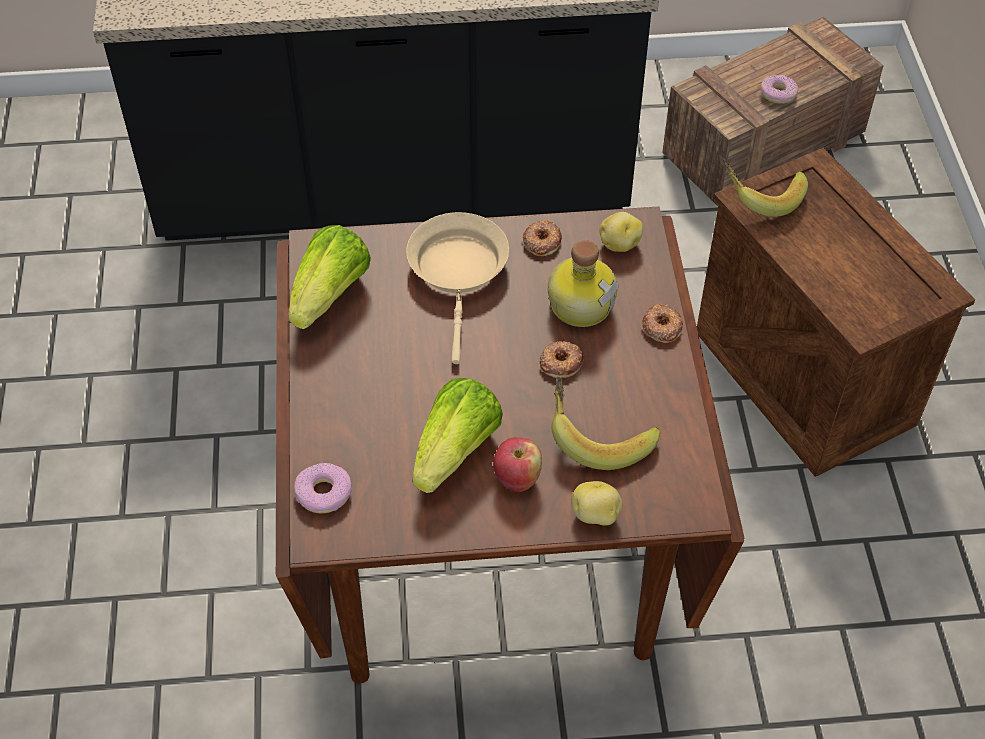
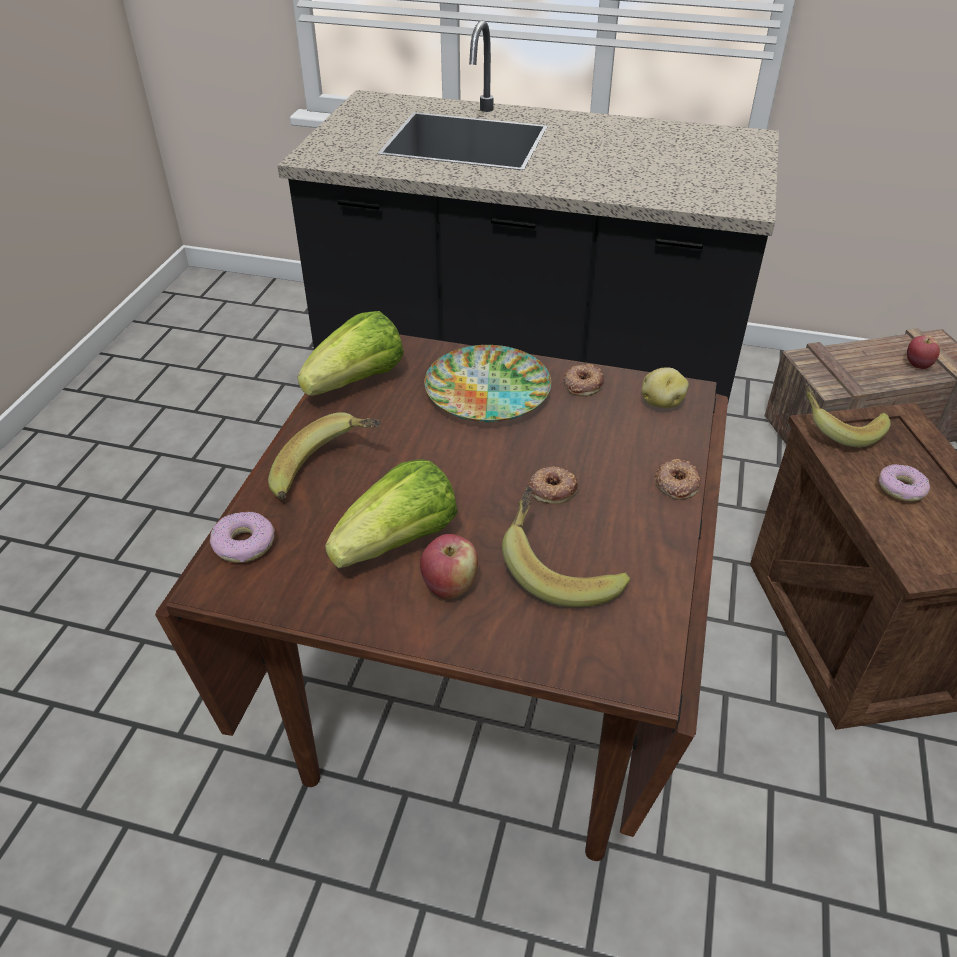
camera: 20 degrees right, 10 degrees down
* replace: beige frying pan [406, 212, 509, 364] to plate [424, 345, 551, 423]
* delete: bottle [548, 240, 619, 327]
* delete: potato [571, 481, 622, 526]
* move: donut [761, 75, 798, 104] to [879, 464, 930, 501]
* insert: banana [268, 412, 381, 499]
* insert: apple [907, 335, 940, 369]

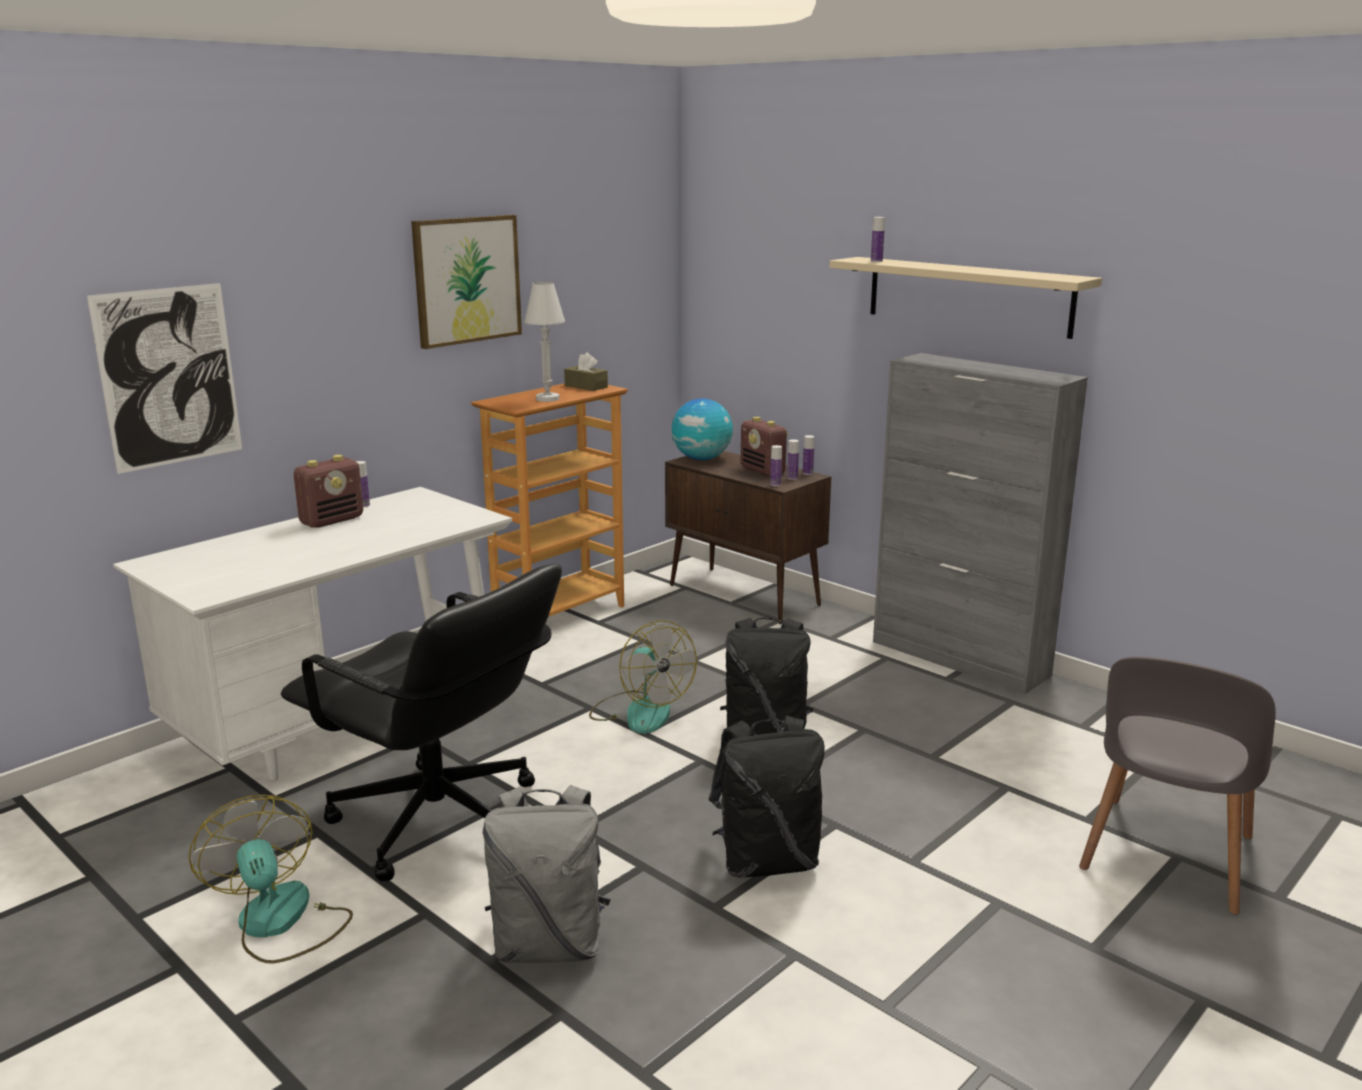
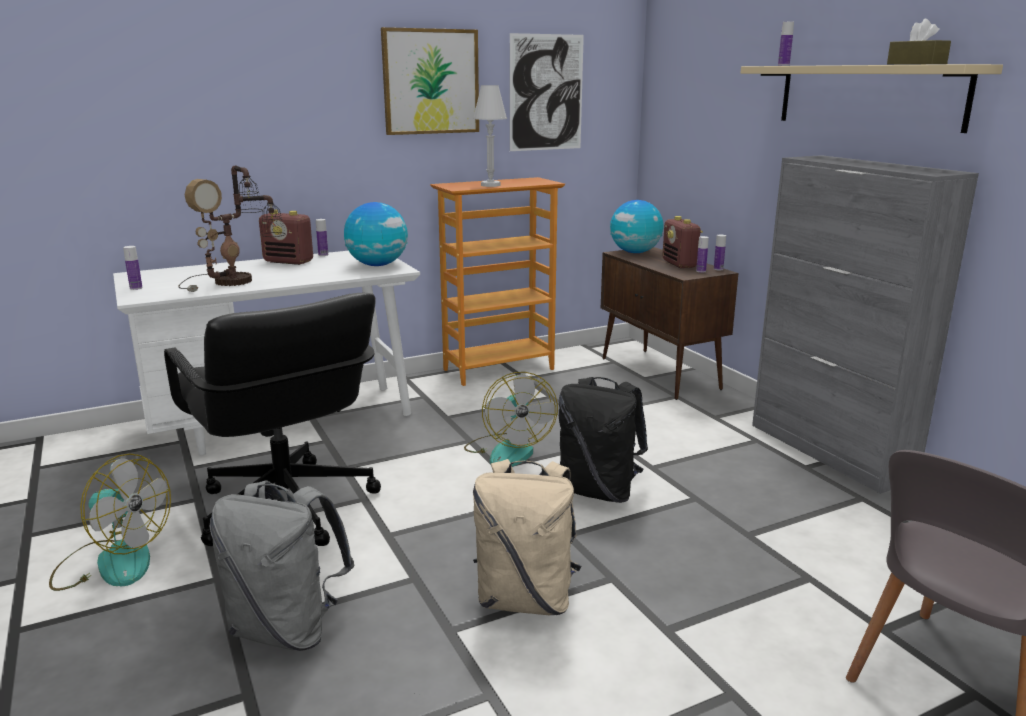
camera: 20 degrees right, 0 degrees up
* move: picture [87, 283, 242, 474] to [510, 33, 584, 151]
* rotate: fan [188, 795, 353, 964] = [49, 454, 171, 591] 120 degrees clockwise
* rotate: radio [293, 455, 363, 528] = [259, 210, 313, 265] 45 degrees clockwise
* move: brown tissue box [564, 352, 608, 391] to [887, 19, 951, 65]
* recolor: black backpack [709, 715, 825, 878] to beige backpack [473, 459, 581, 615]
* move: bottle [770, 445, 782, 486] to [123, 246, 143, 290]
* insert: table lamp [179, 165, 285, 292]
* insert: globe [344, 202, 408, 266]

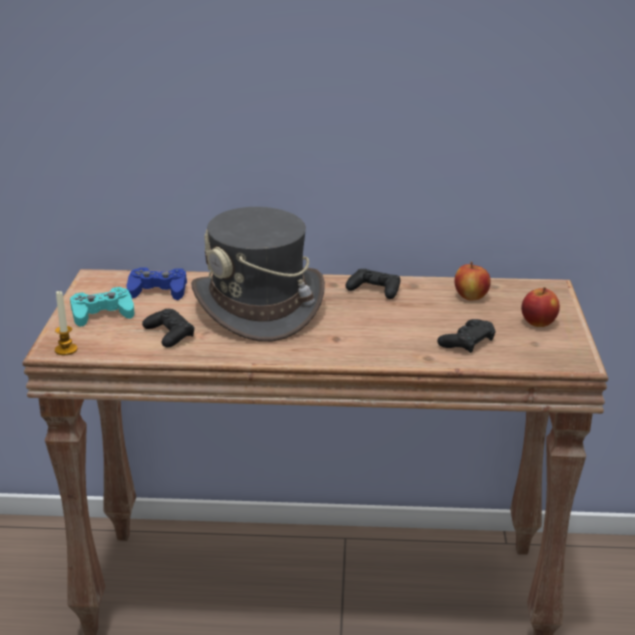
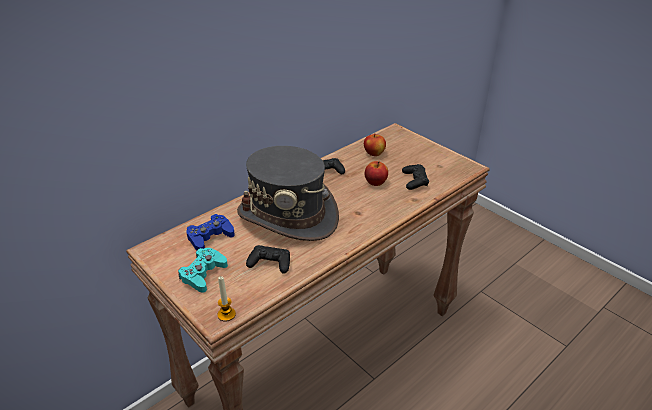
camera: 45 degrees left, 10 degrees up
* move: apple [521, 287, 560, 327] to [365, 161, 388, 186]

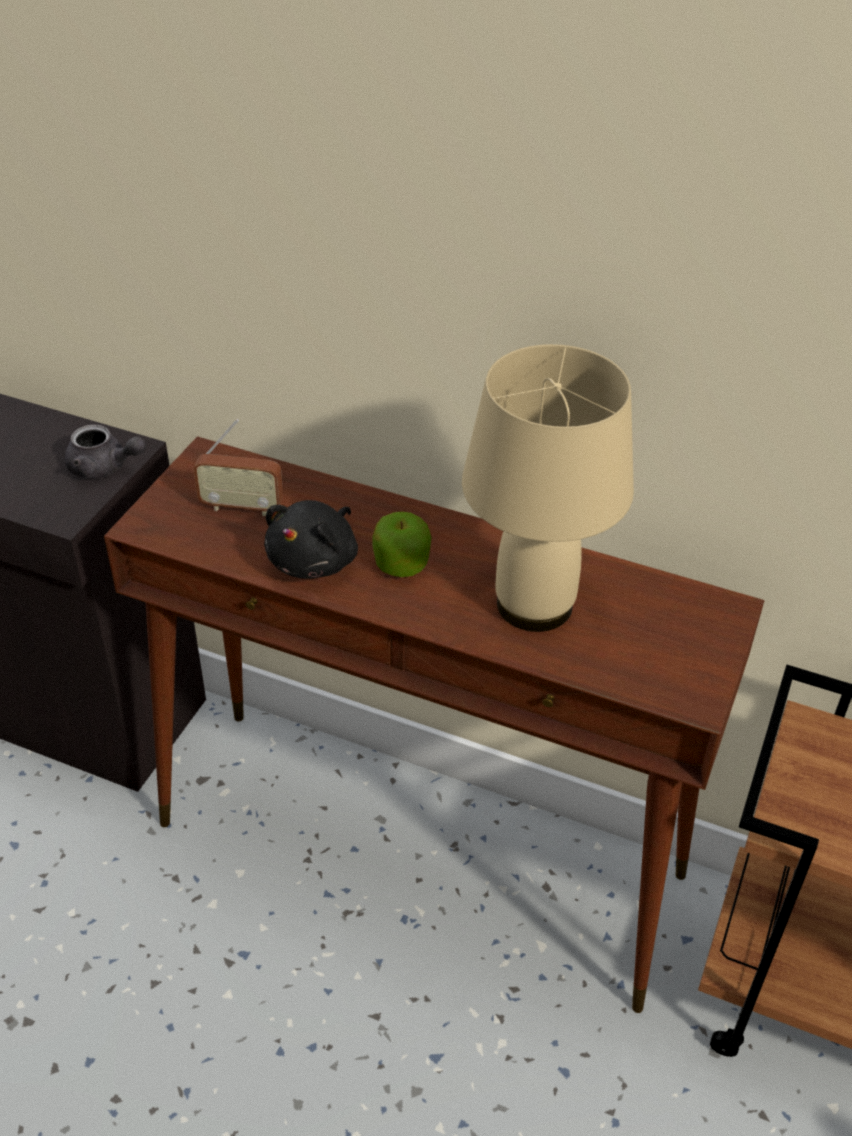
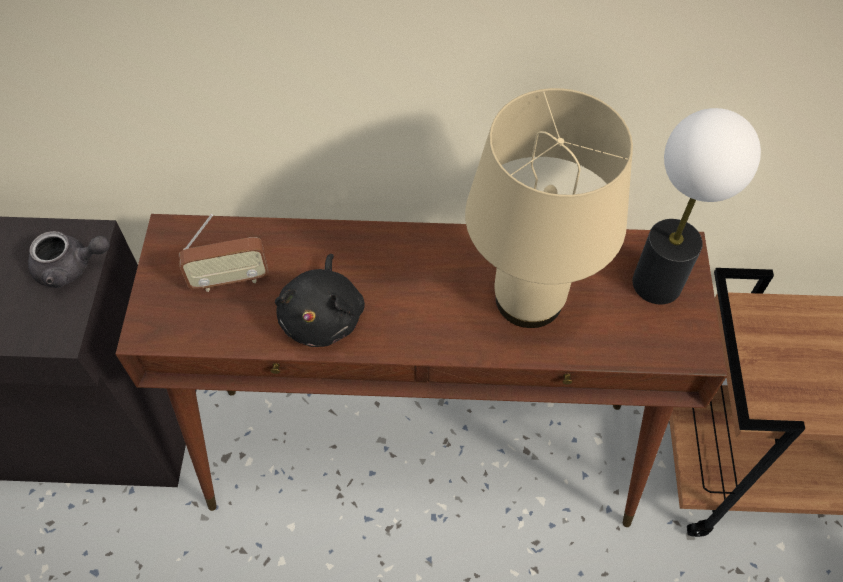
camera: 20 degrees left, 15 degrees up
* delete: apple [372, 512, 432, 577]
* insert: table lamp [632, 108, 761, 304]

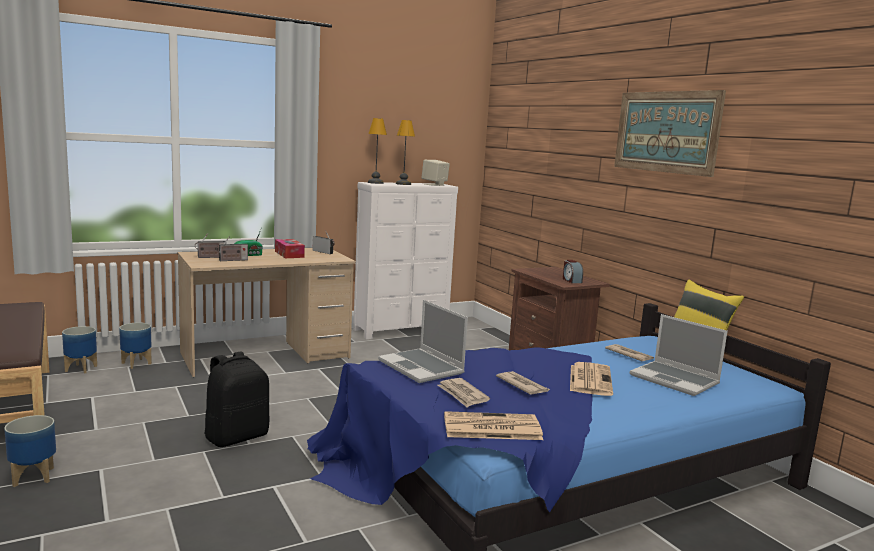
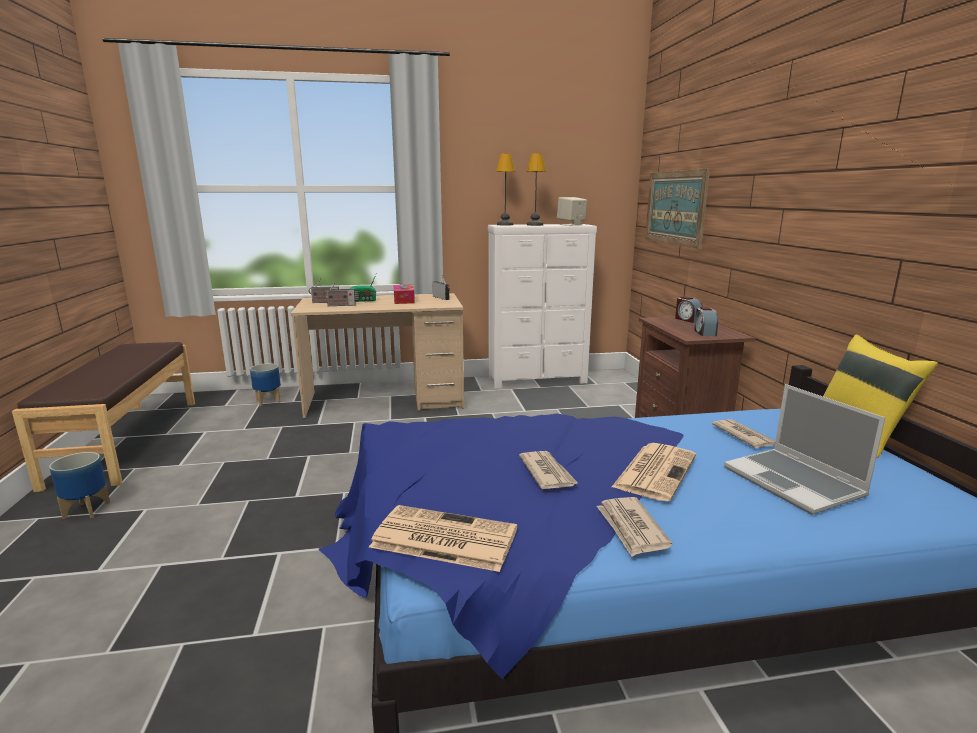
camera: 20 degrees right, 5 degrees up
* delete: planter [62, 326, 97, 374]
* delete: black backpack [205, 351, 269, 447]
* delete: laptop [378, 300, 468, 383]
* move: newspaper [437, 378, 490, 407] to [597, 497, 673, 557]
* move: picture [614, 90, 726, 177] to [645, 168, 710, 249]
* insert: alarm clock [675, 296, 703, 323]

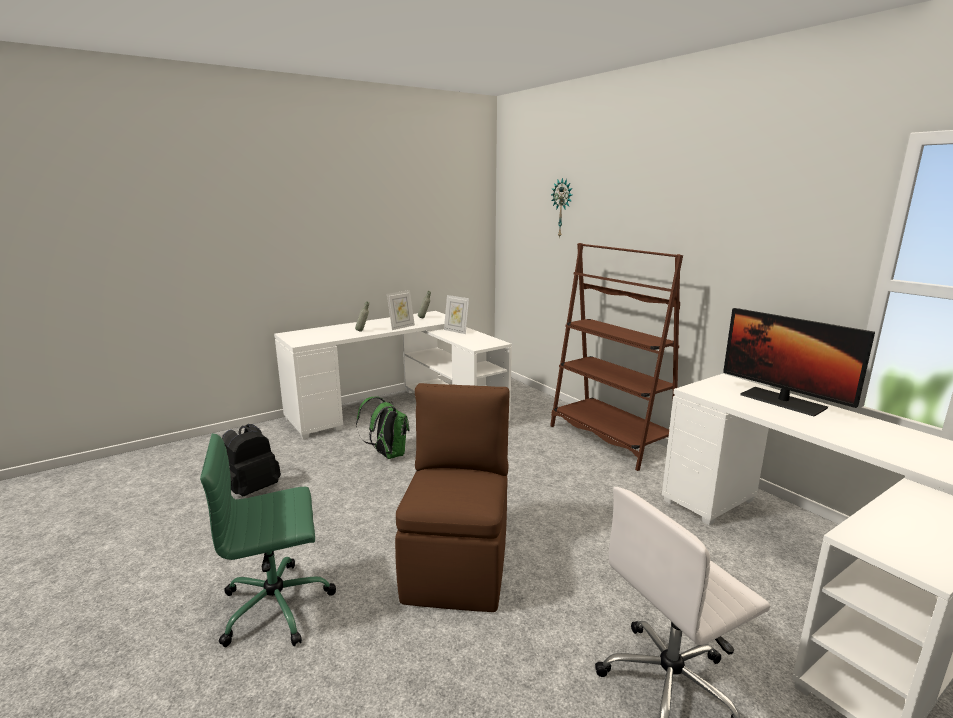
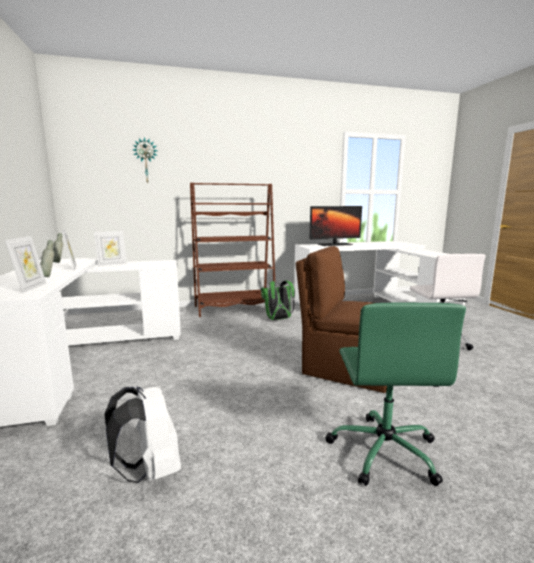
camera: 70 degrees left, 5 degrees down
* recolor: black backpack [222, 424, 281, 496] to white backpack [104, 387, 181, 483]
* move: green backpack [356, 397, 410, 459] to [261, 280, 295, 320]
* insert: picture frame [5, 236, 47, 293]

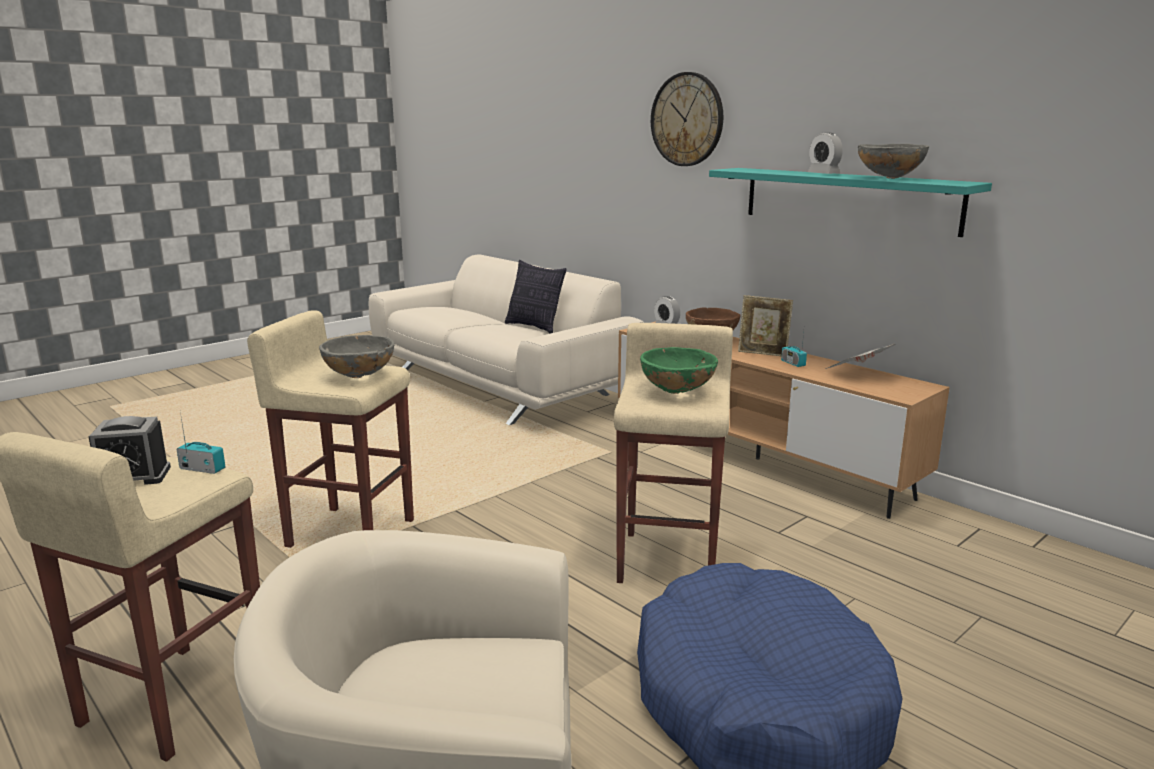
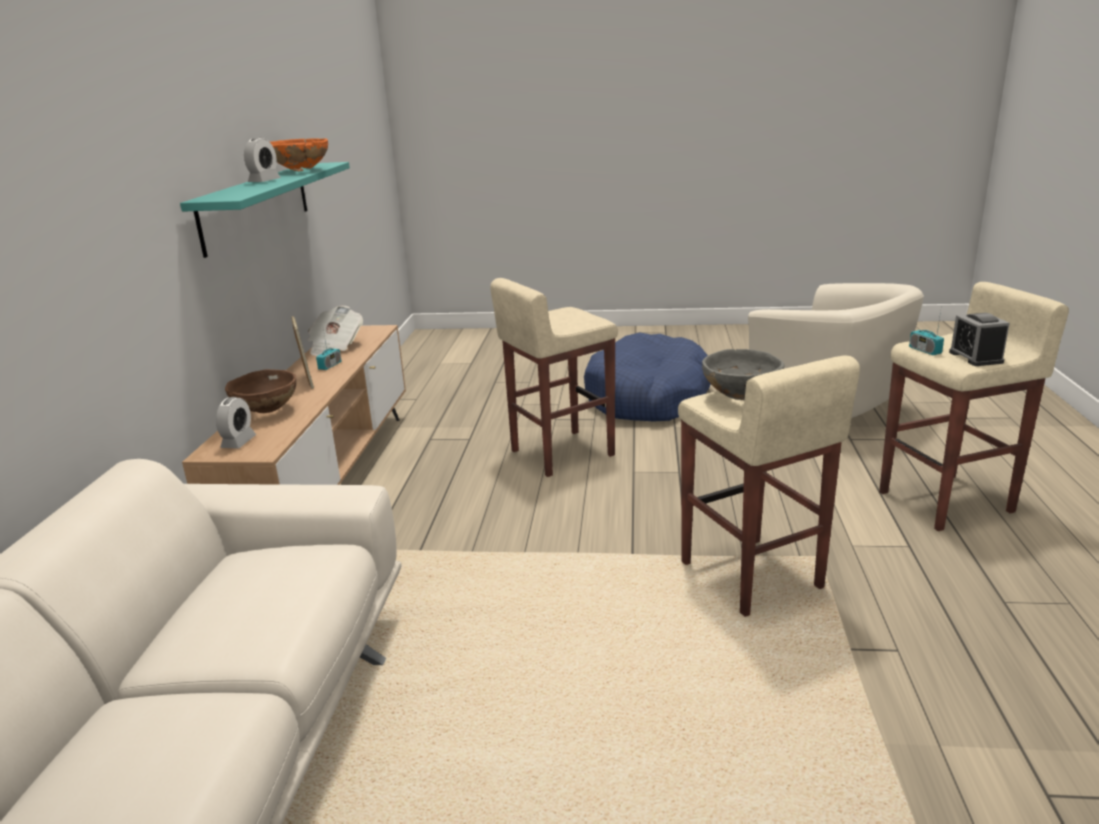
camera: 130 degrees left, 5 degrees up
* rotate: alarm clock [89, 416, 171, 485] = [949, 313, 1010, 366] 135 degrees counterclockwise
* delete: pillow [505, 260, 567, 334]
* delete: green bowl [640, 347, 718, 394]
* delete: wall clock [651, 72, 723, 166]
* recolor: grey bowl [858, 144, 929, 179] to orange bowl [270, 138, 328, 171]

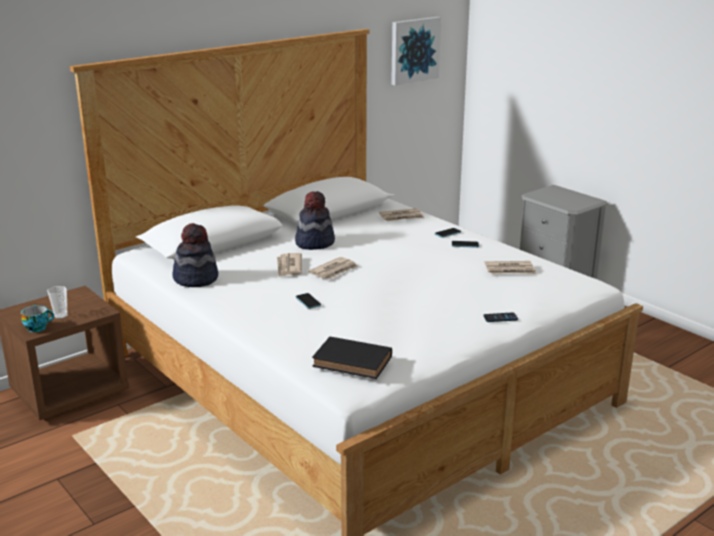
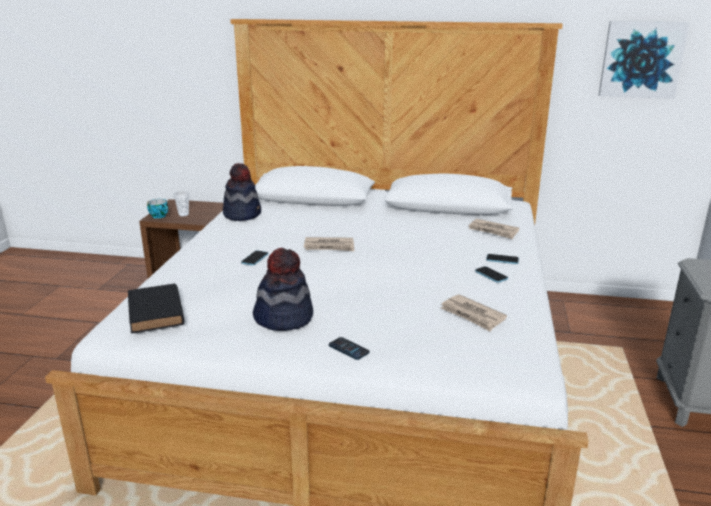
camera: 50 degrees right, 0 degrees up
* delete: newspaper [277, 253, 302, 277]
* move: hat [295, 191, 335, 250] to [253, 248, 313, 331]

